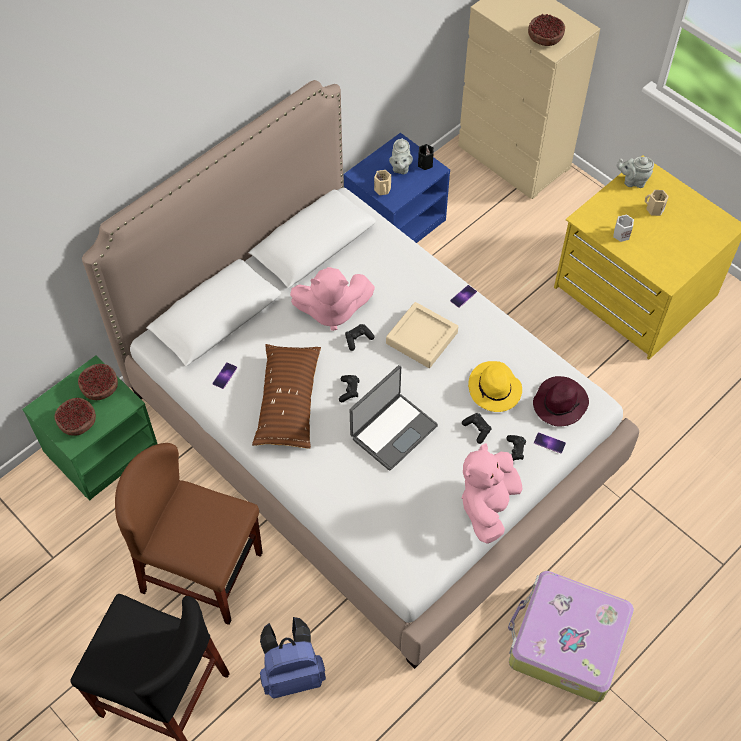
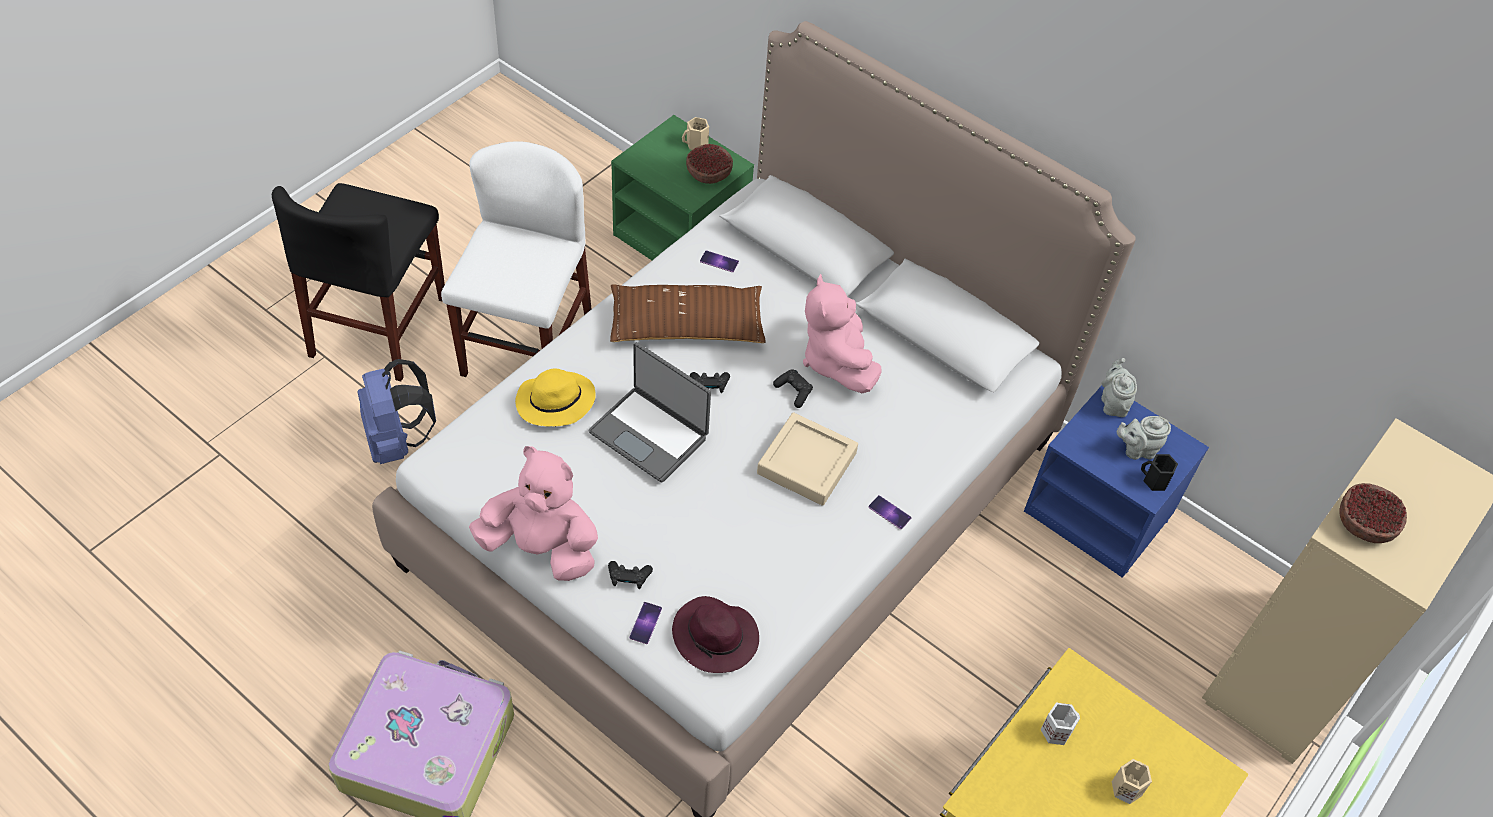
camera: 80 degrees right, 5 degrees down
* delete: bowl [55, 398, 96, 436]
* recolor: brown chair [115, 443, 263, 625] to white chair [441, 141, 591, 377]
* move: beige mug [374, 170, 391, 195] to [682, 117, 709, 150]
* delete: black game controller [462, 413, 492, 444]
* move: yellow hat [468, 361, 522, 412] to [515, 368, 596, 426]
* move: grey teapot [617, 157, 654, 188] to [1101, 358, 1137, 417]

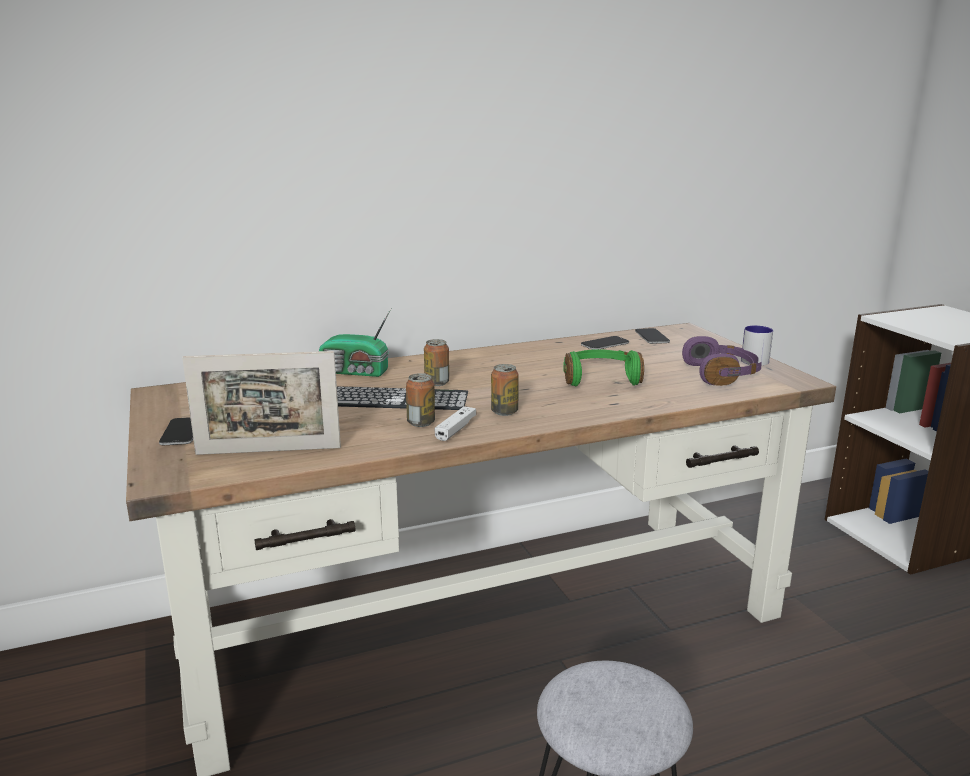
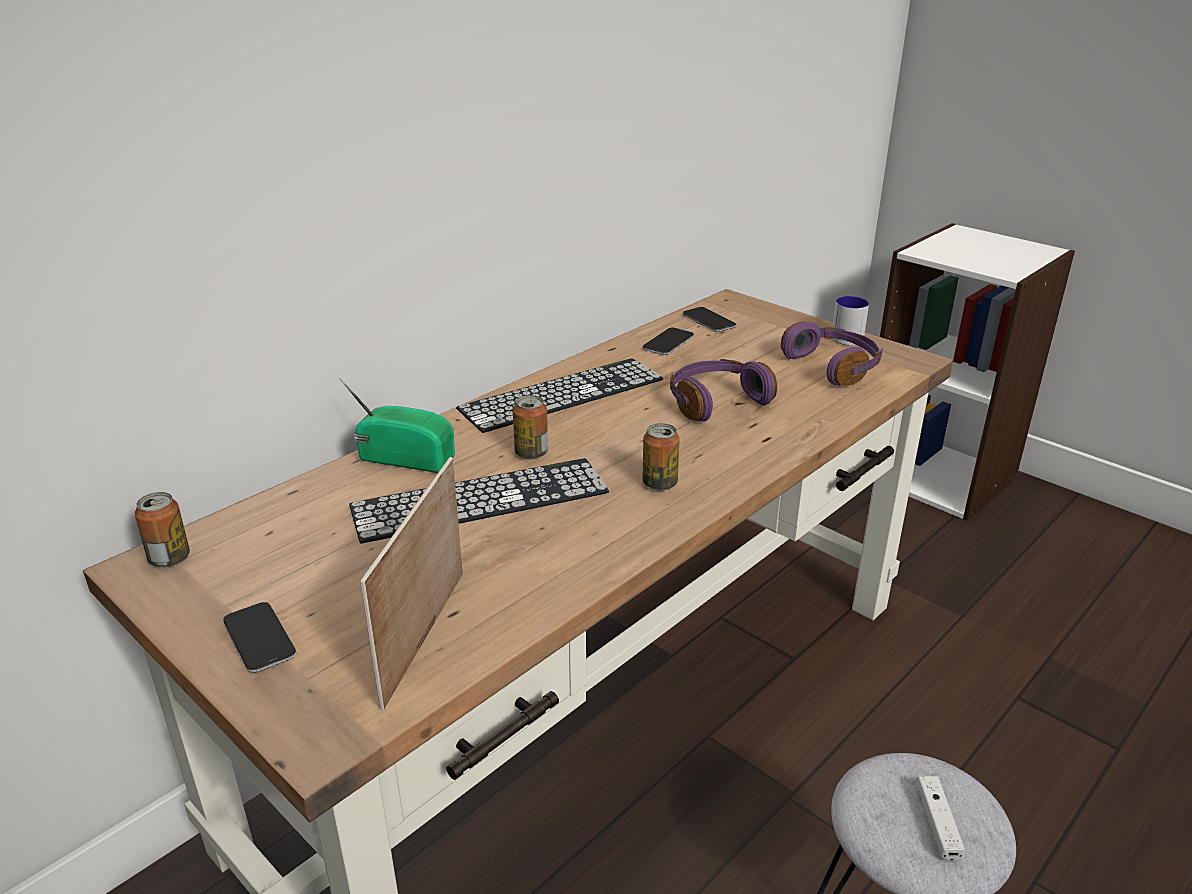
camera: 25 degrees left, 10 degrees up
* rotate: picture frame [182, 351, 341, 455] = [360, 457, 463, 710] 135 degrees clockwise
* rotate: radio [319, 309, 391, 377] = [339, 378, 455, 473] 150 degrees counterclockwise
* move: can [406, 373, 435, 427] to [135, 492, 190, 567]
* move: white game controller [435, 406, 476, 441] to [917, 776, 965, 861]
* recolor: green headphones [563, 349, 644, 386] to purple headphones [670, 359, 777, 421]
* insert: keyboard [456, 358, 663, 433]

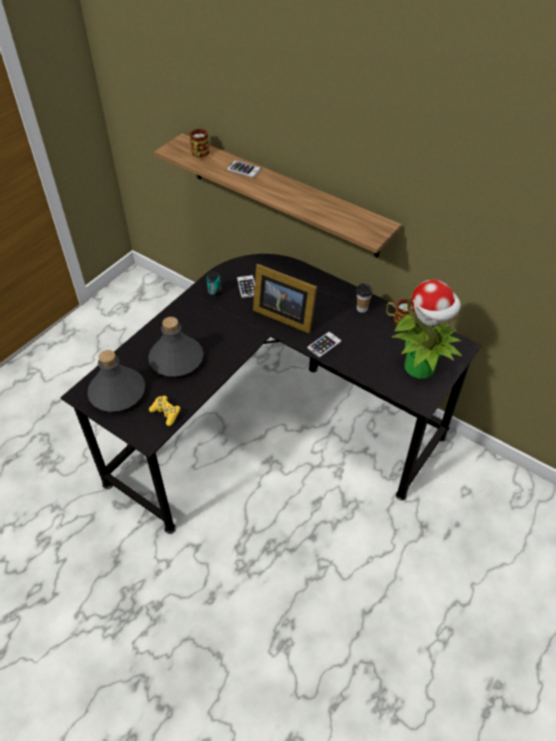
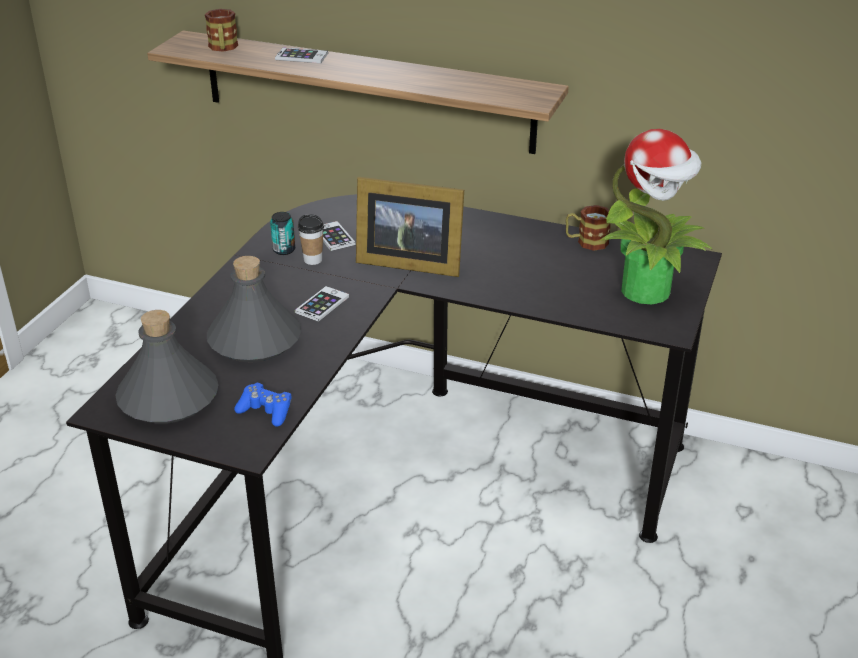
camera: 15 degrees left, 15 degrees down
* recolor: yellow game controller [149, 395, 181, 426] to blue game controller [234, 383, 292, 427]
* move: phone [307, 332, 342, 358] to [295, 286, 349, 322]
* move: cup [356, 283, 372, 313] to [298, 214, 324, 265]

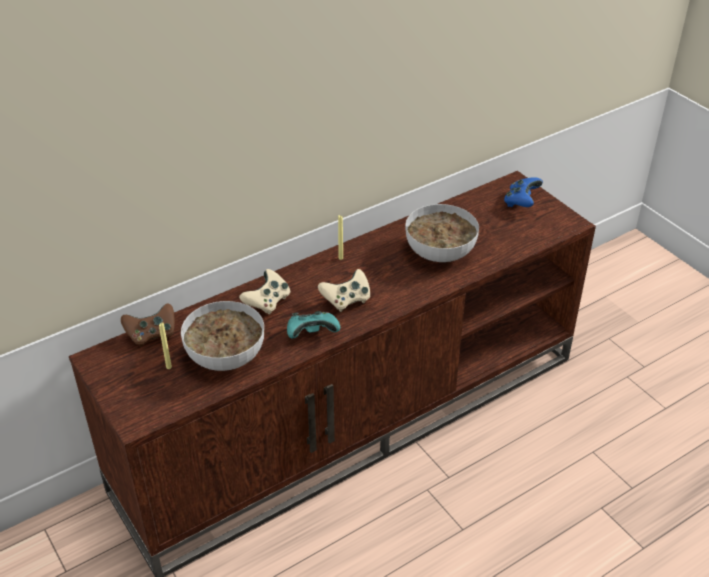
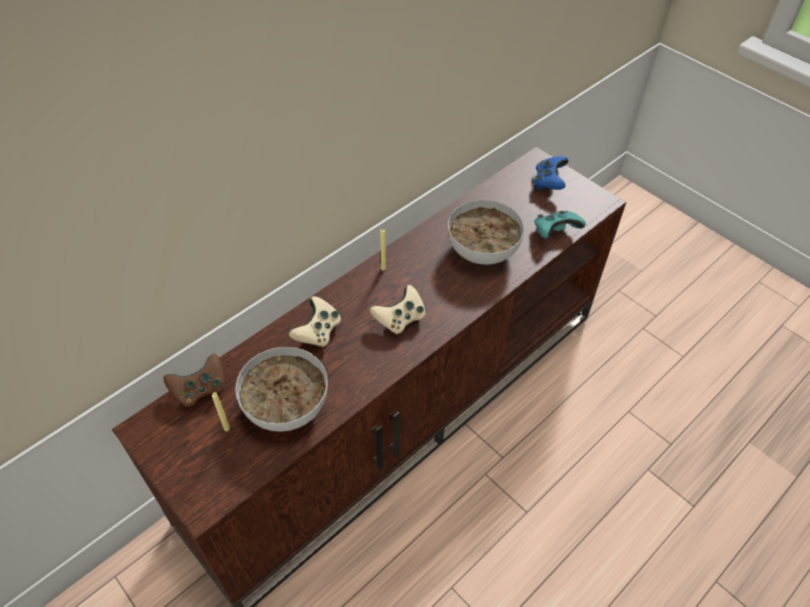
camera: 10 degrees left, 10 degrees up
* move: turquoise game controller [287, 311, 340, 338] to [534, 211, 586, 239]

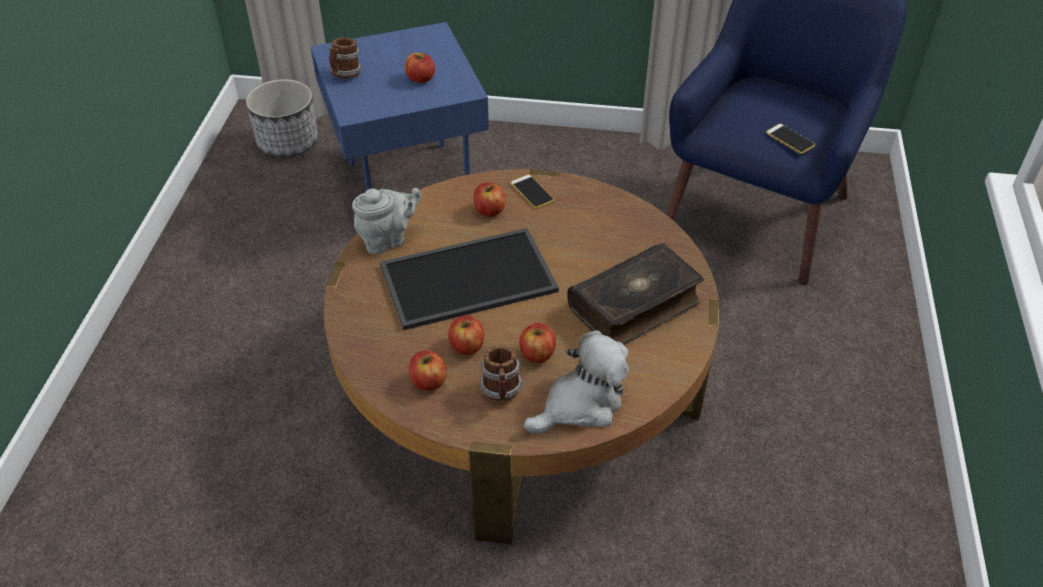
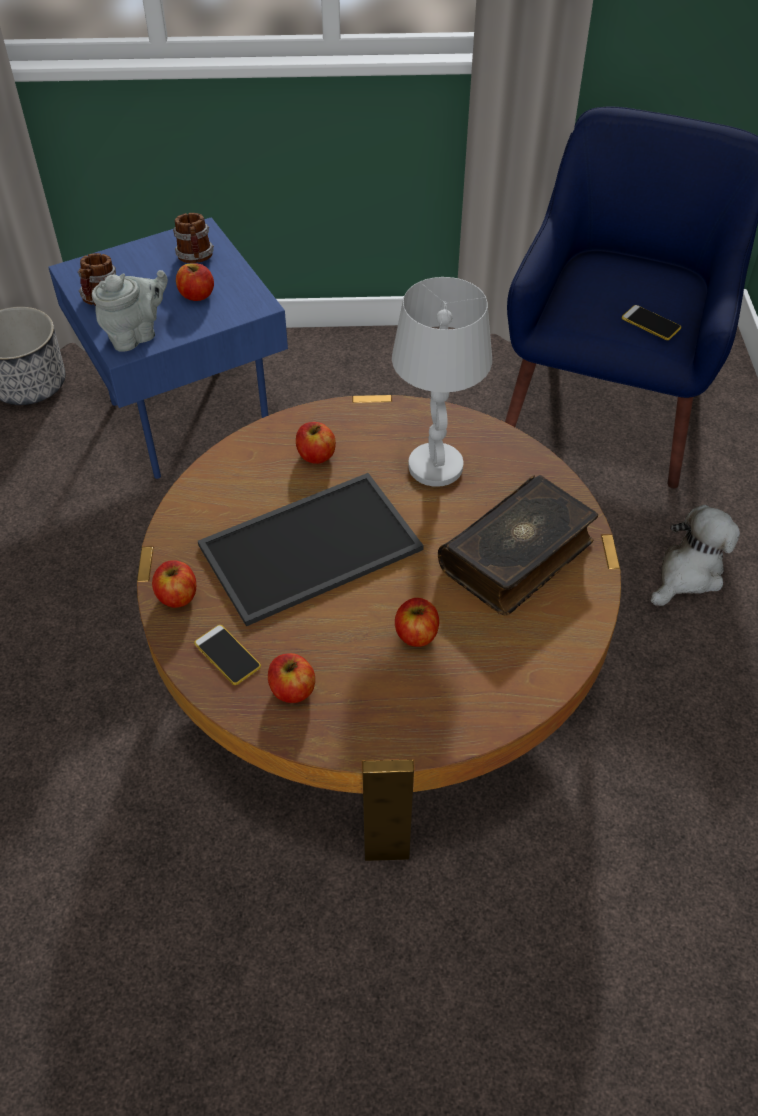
camera: 10 degrees left, 5 degrees up
* move: grey teapot [352, 188, 421, 254] to [92, 270, 168, 352]
* move: apple [448, 315, 484, 355] to [152, 560, 196, 608]
* move: mug [480, 346, 523, 401] to [173, 213, 214, 263]
* move: phone [510, 175, 554, 209] to [194, 625, 261, 685]
* move: plush toy [524, 331, 629, 434] to [651, 505, 740, 606]
* insert: white table lamp [392, 277, 492, 487]

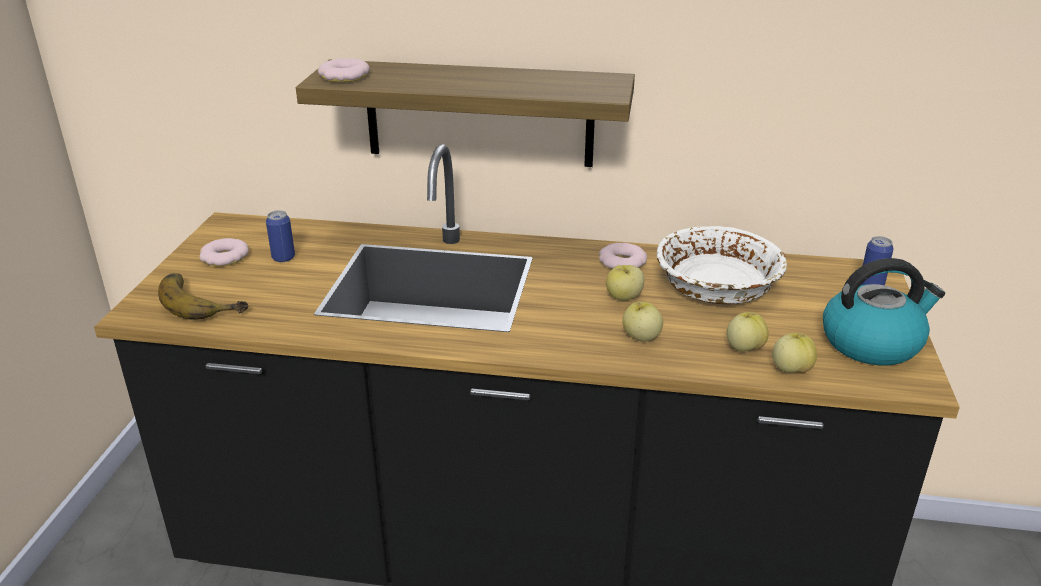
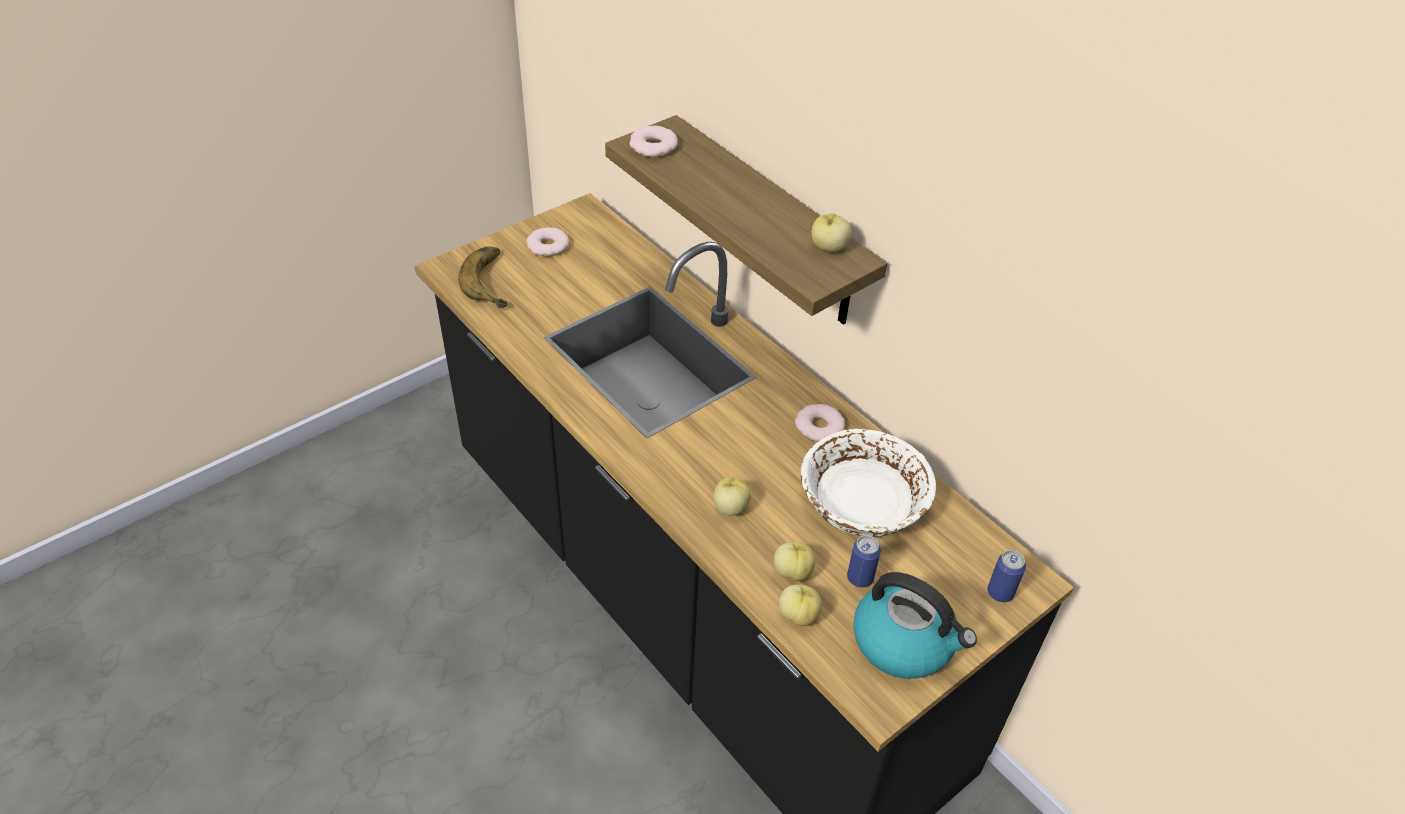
camera: 40 degrees right, 15 degrees up
* move: can [266, 210, 295, 262] to [847, 535, 881, 587]
* move: apple [606, 265, 644, 301] to [811, 213, 852, 252]

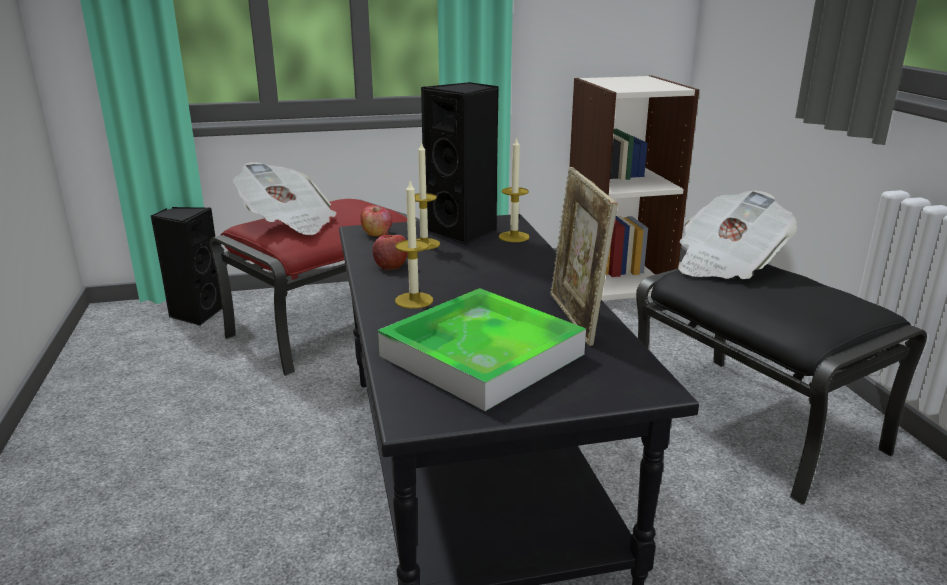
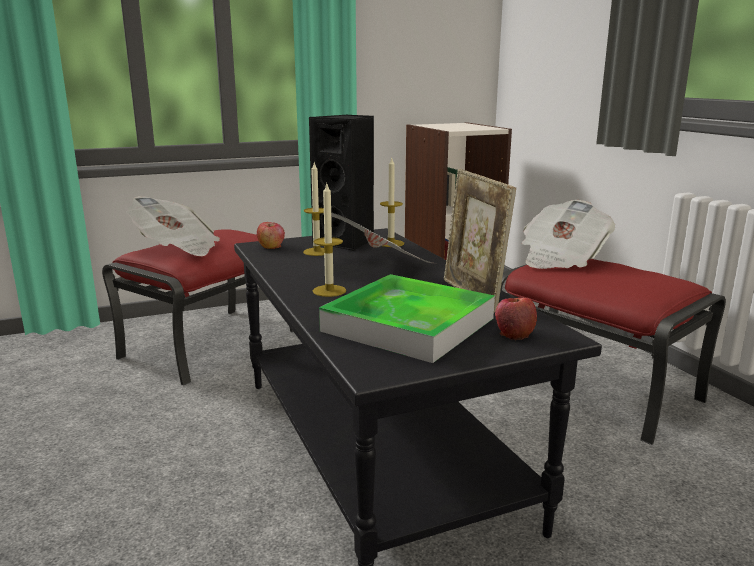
camera: 10 degrees left, 5 degrees down
* delete: black speaker [151, 207, 222, 326]
* move: apple [373, 235, 408, 270] to [495, 298, 537, 340]
* recolor: black ottoman [636, 264, 927, 505] to red ottoman [501, 259, 726, 445]
* insert: newspaper [331, 212, 433, 263]

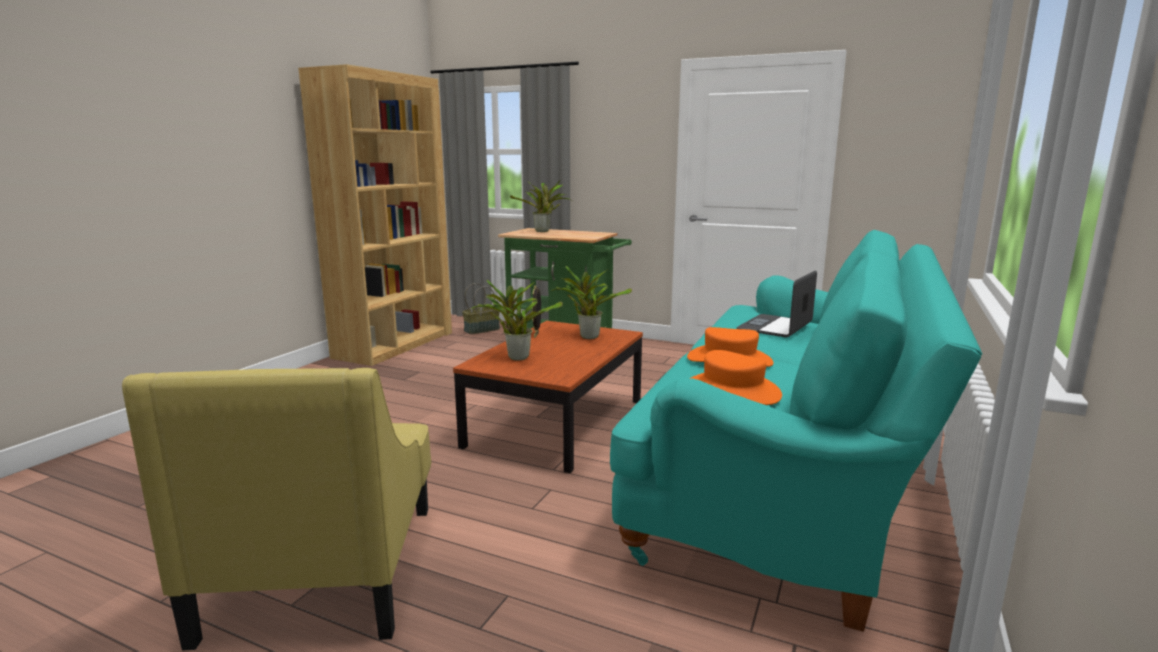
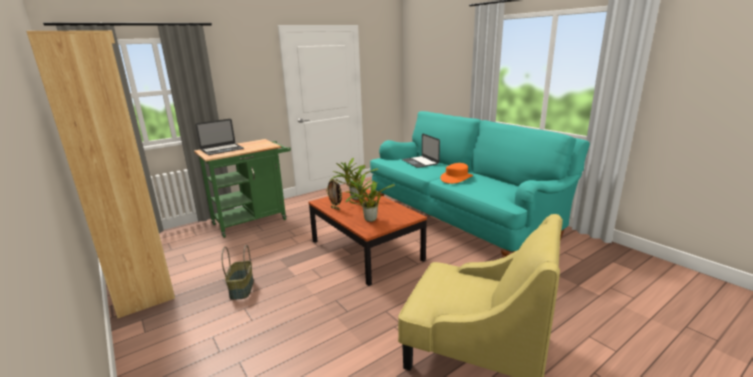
camera: 60 degrees left, 5 degrees up
* move: basket [462, 283, 500, 334] to [222, 245, 254, 300]
* replace: potted plant [510, 180, 572, 232] to laptop [195, 119, 244, 155]
* delete: orange hat [691, 350, 782, 405]

